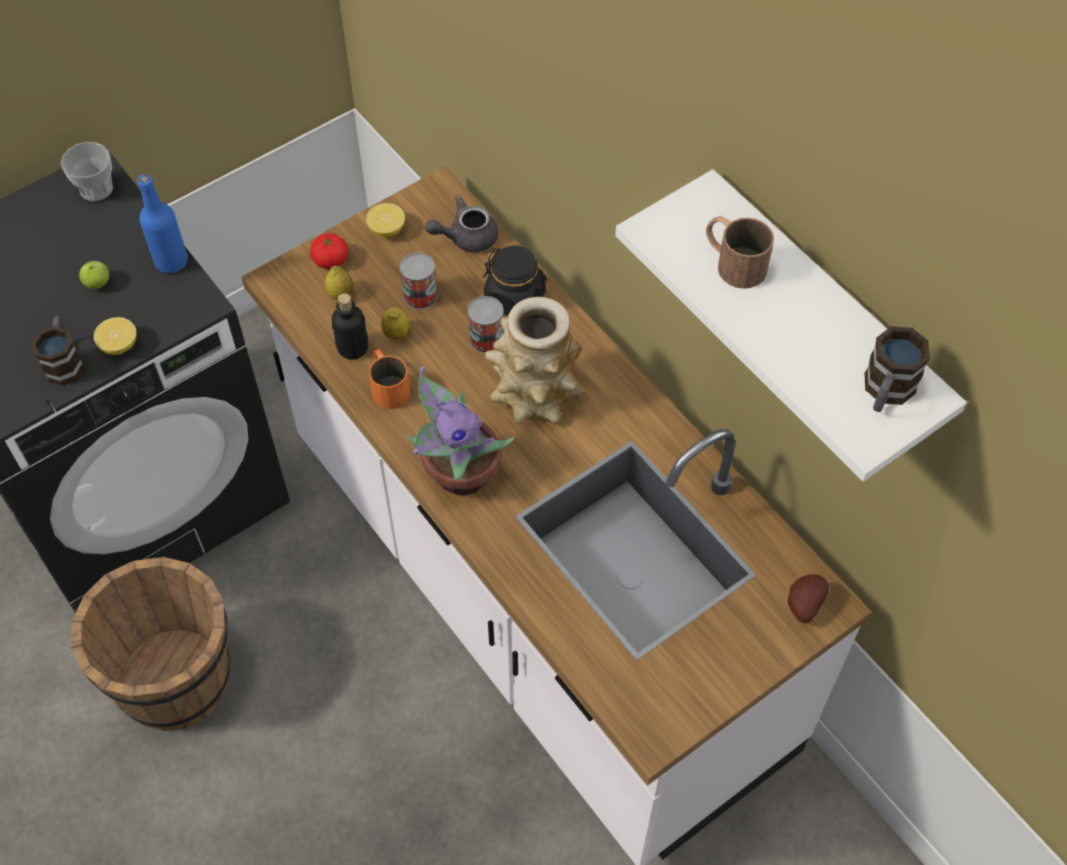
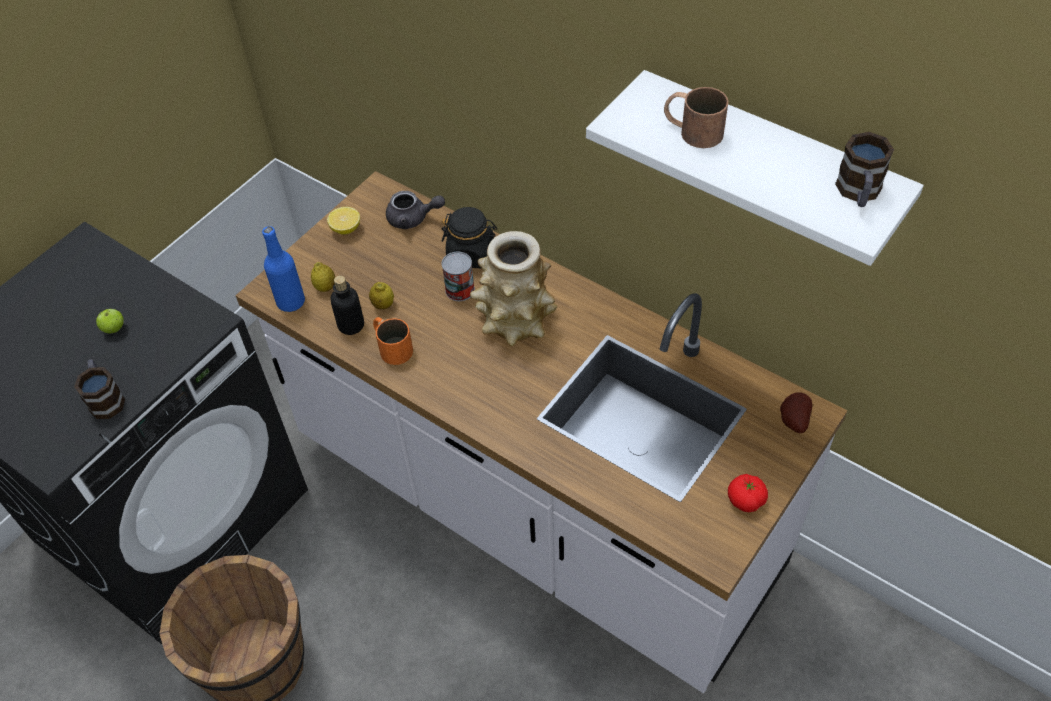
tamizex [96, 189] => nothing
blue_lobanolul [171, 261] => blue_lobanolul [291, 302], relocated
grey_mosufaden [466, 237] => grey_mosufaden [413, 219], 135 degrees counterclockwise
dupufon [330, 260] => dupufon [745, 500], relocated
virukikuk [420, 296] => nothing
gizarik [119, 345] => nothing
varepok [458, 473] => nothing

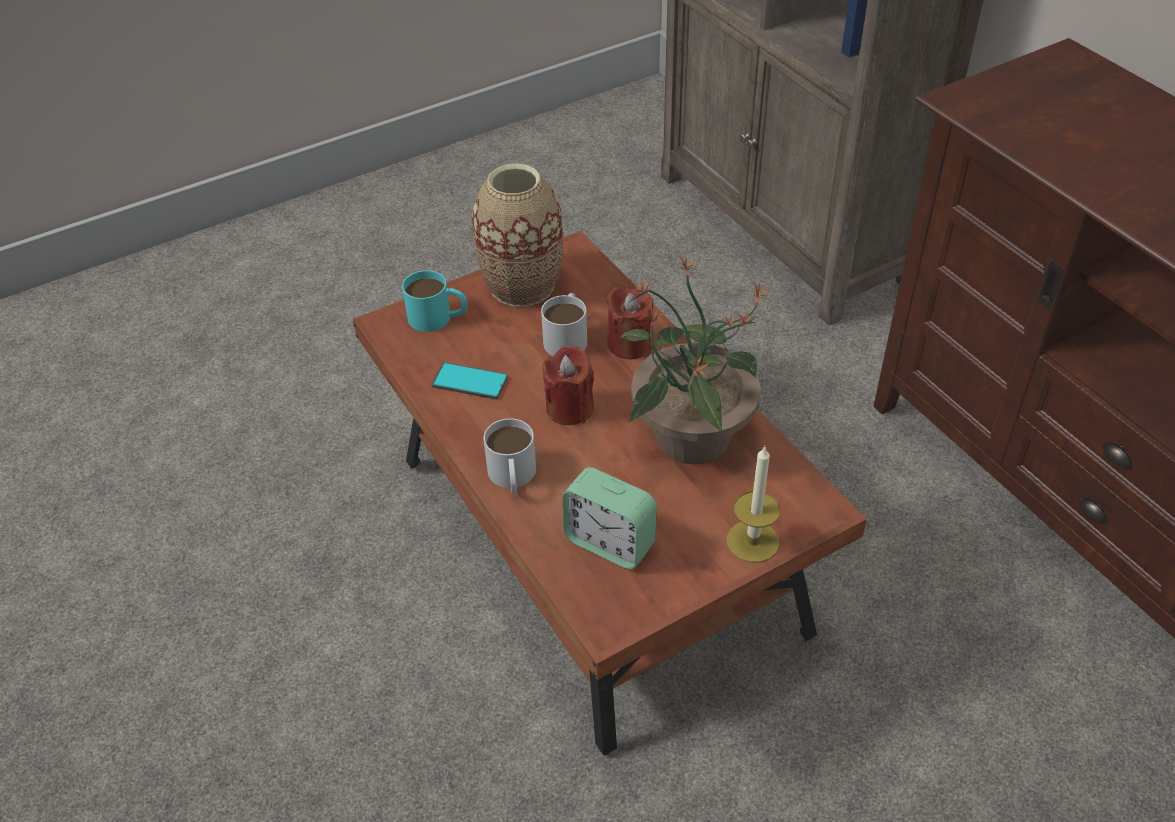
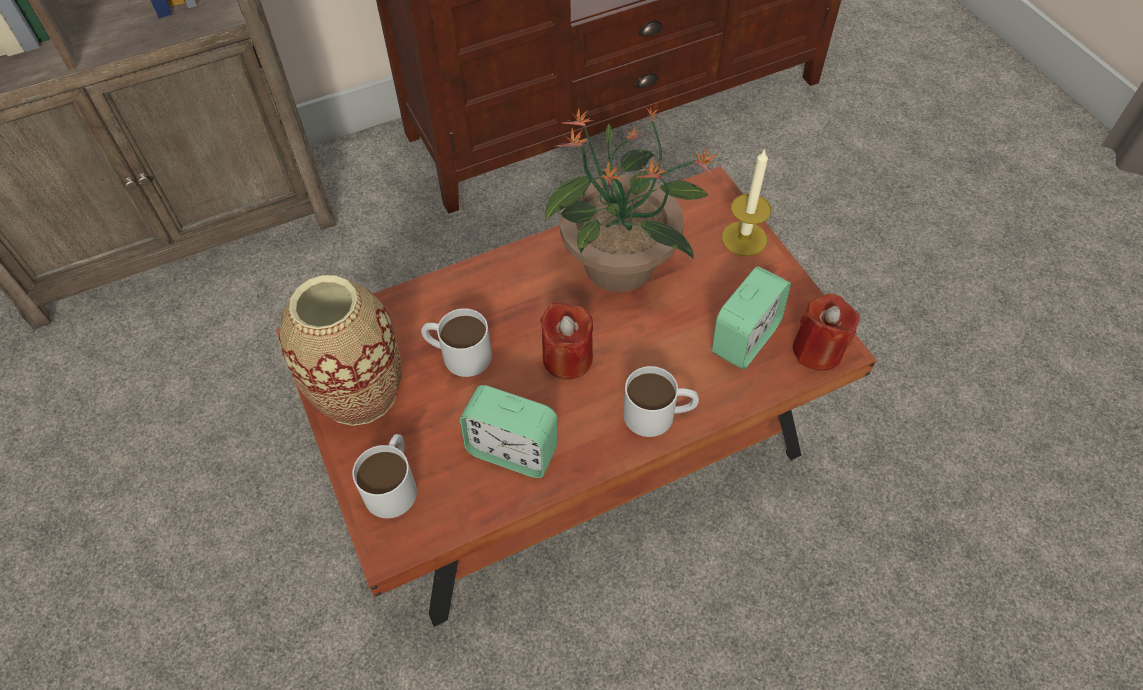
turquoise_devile [438, 318] => white_devile [394, 483]
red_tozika [630, 344] => red_tozika [817, 350], relocated
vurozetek [470, 382] => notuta [512, 450]

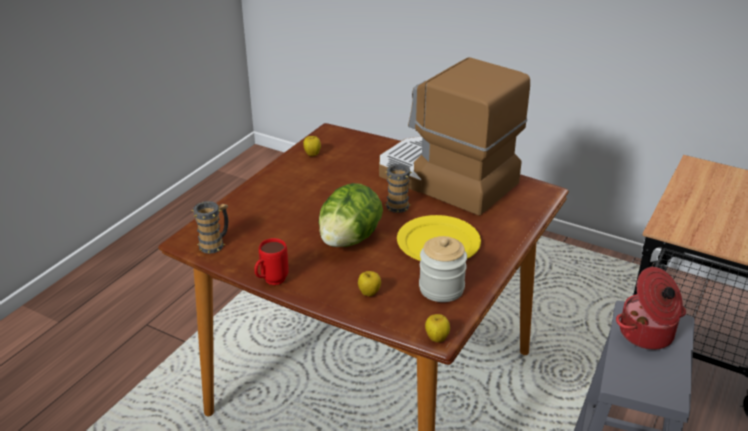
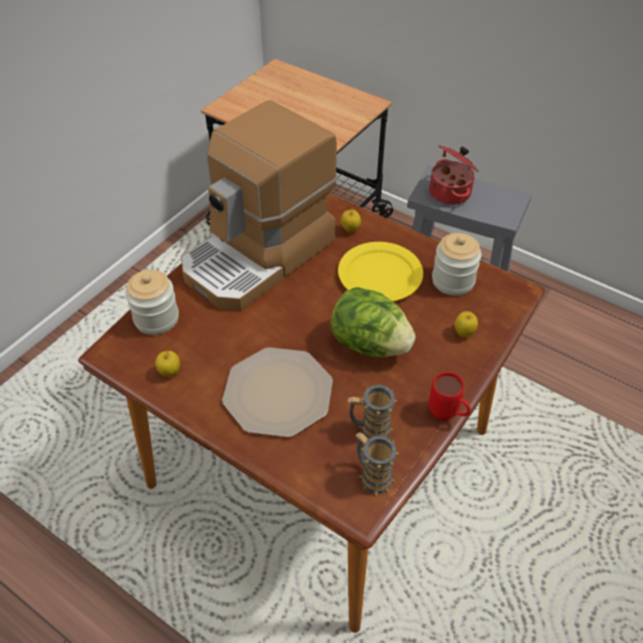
devile [397, 204] => devile [369, 428], relocated
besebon [437, 338] => besebon [350, 230], relocated
nothing => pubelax [156, 318]
nothing => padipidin [278, 393]

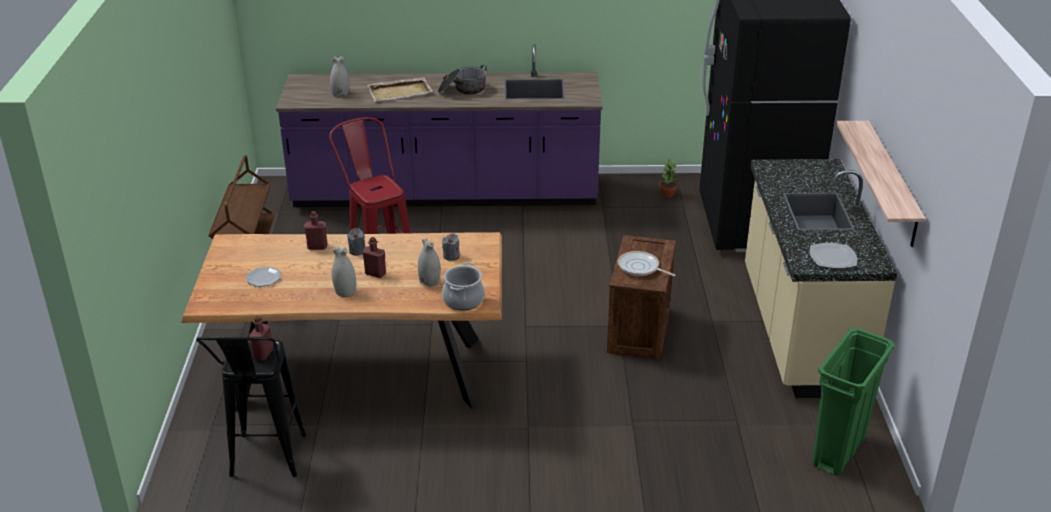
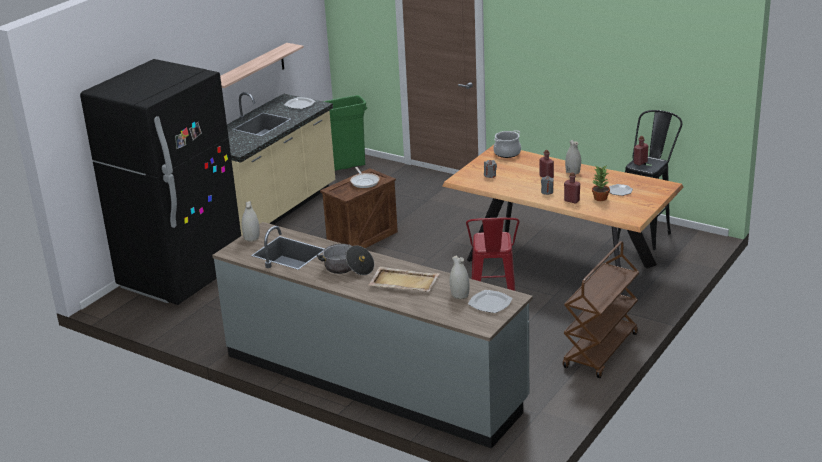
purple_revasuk [445, 195] => grey_revasuk [373, 379]
varepok [668, 194] => varepok [600, 198], relocated
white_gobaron [429, 282] => white_gobaron [251, 237], relocated
nothing => padipidin [490, 303]

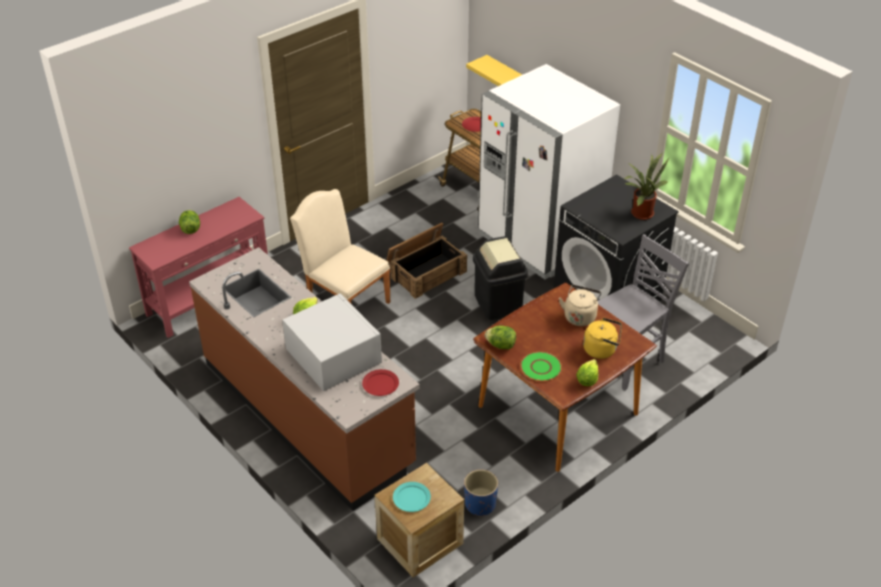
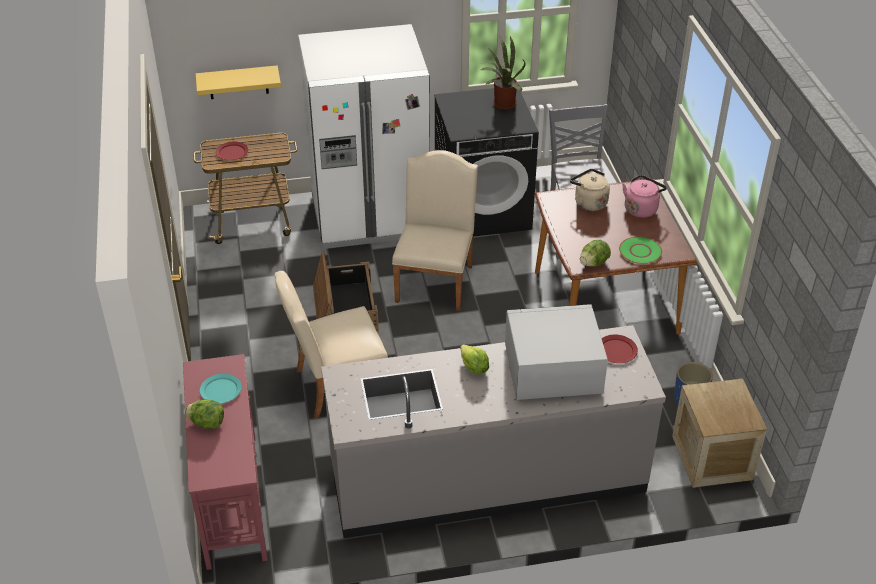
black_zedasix [498, 304] => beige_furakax [436, 279]
brown_revasuk [308, 413] => grey_revasuk [487, 477]
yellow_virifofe [602, 350] => pink_virifofe [641, 208]
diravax [587, 380] => nothing
turquoise_padipidin [411, 498] => turquoise_padipidin [221, 390], relocated

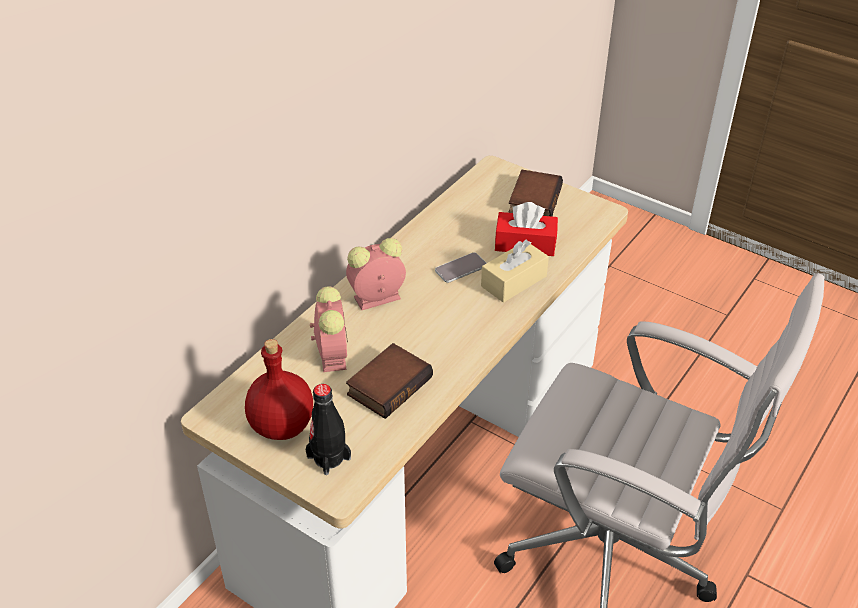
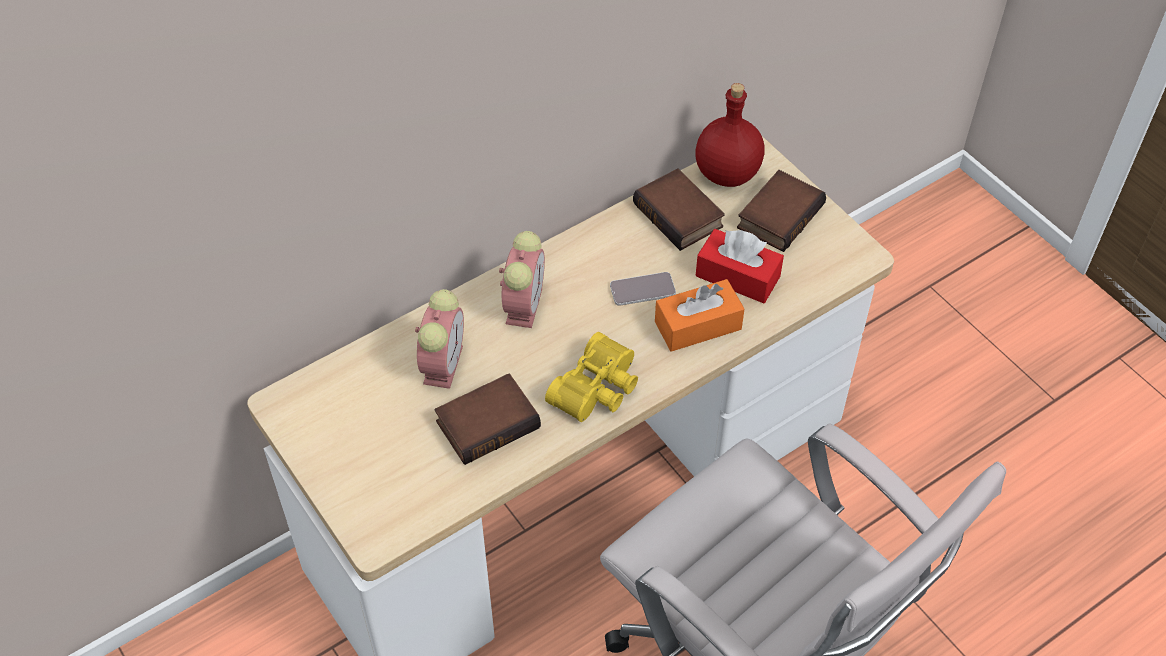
notuta [375, 299] => notuta [523, 304], 105 degrees clockwise
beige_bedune [513, 281] => orange_bedune [698, 325]
red_lobanolul [283, 426] => red_lobanolul [728, 174], relocated
black_lobanolul [328, 457] => nothing
nothing => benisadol [681, 215]
nothing => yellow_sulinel [598, 389]

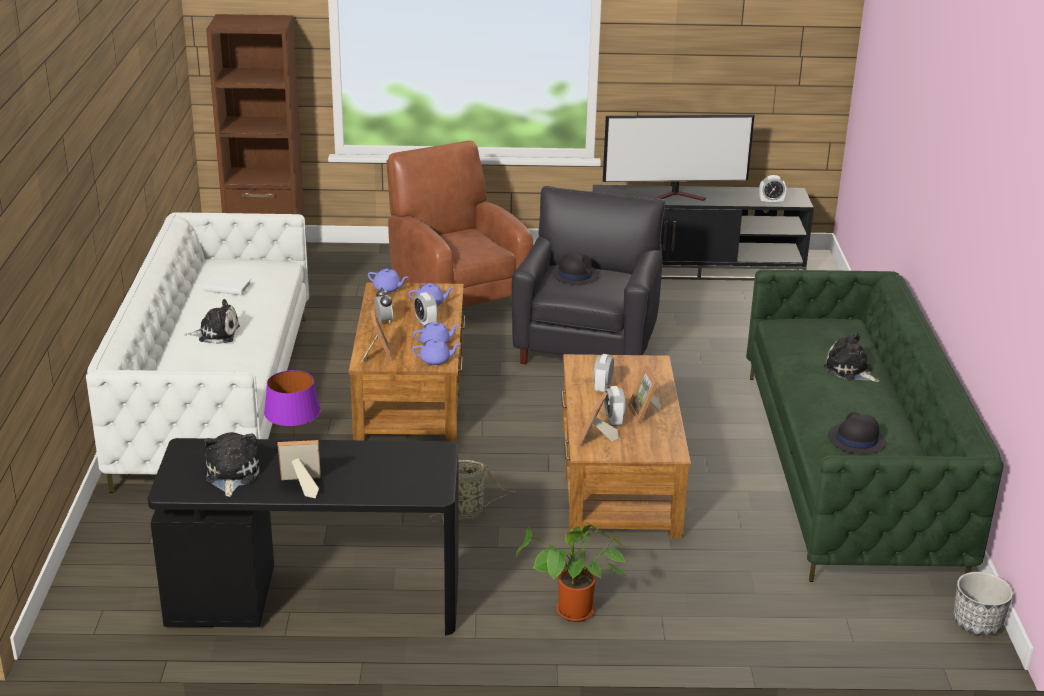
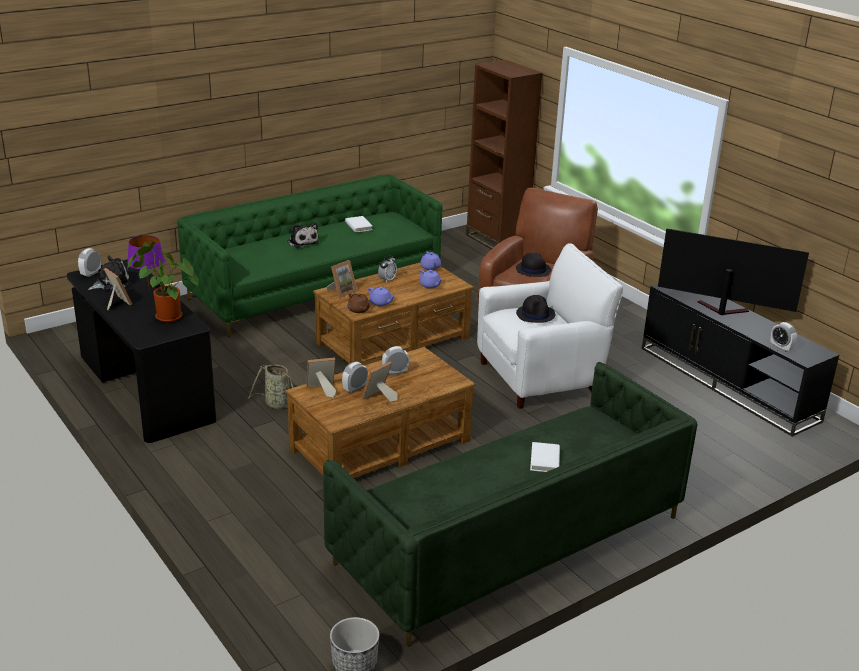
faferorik [678, 196] => faferorik [720, 310], 150 degrees clockwise
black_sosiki [587, 345] => white_sosiki [541, 378]
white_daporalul [217, 396] => green_daporalul [315, 288]
notuta [426, 324] => notuta [91, 273], relocated
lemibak [850, 370] => white_benisadol [545, 460]
purple_mosufaden [436, 360] => brown_mosufaden [359, 310]
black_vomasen [856, 439] => black_vomasen [533, 270], relocated
varepok [572, 614] => varepok [165, 317], relocated

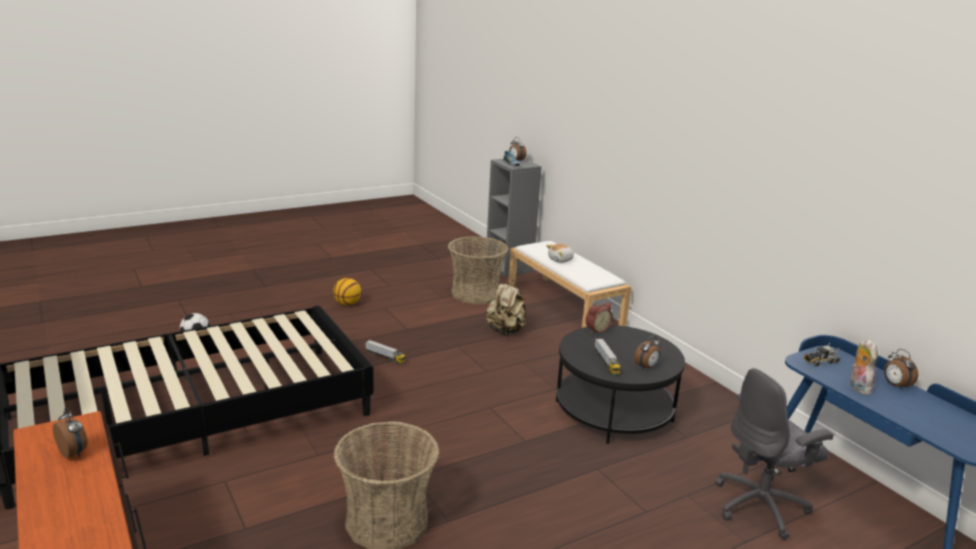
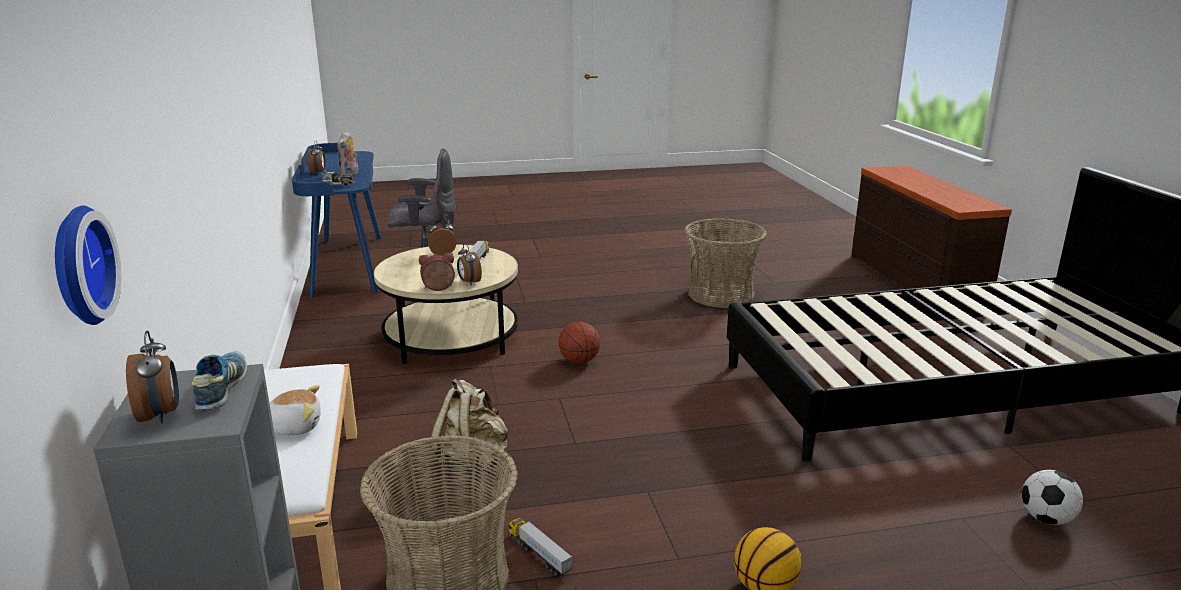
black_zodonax [613, 411] => beige_zodonax [451, 338]
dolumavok [385, 357] => dolumavok [539, 554], relocated
notuta [74, 453] => notuta [469, 282], relocated
nothing => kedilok [76, 266]
nothing => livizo [579, 361]

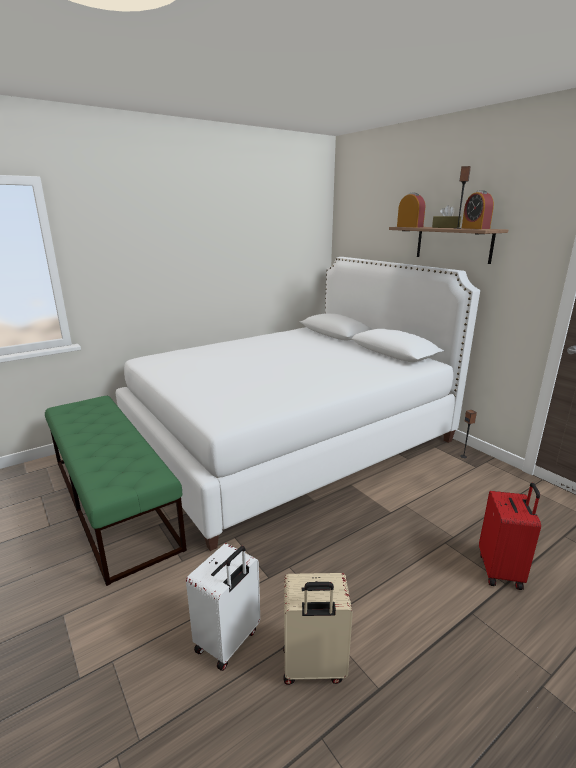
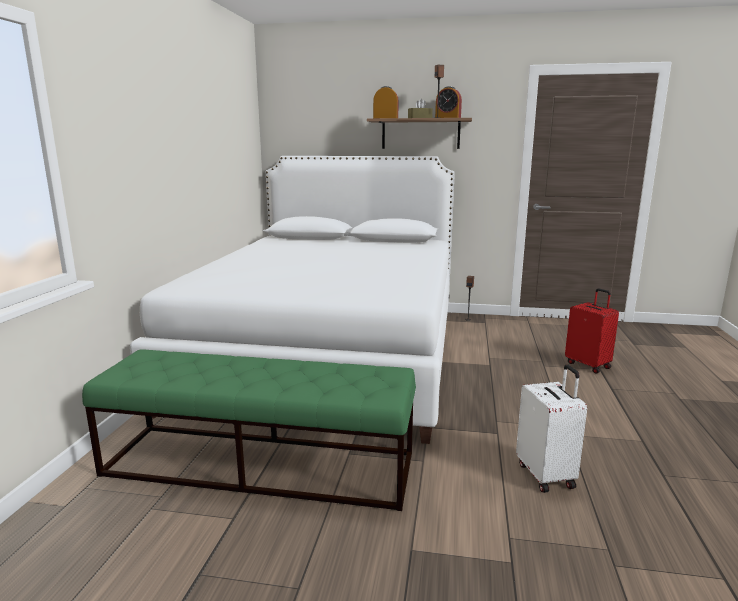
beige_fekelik [313, 667] => nothing

